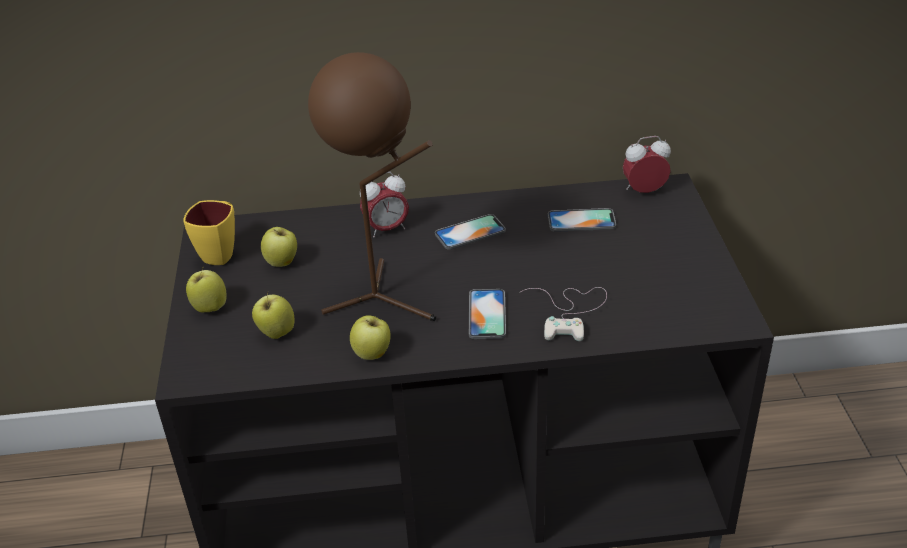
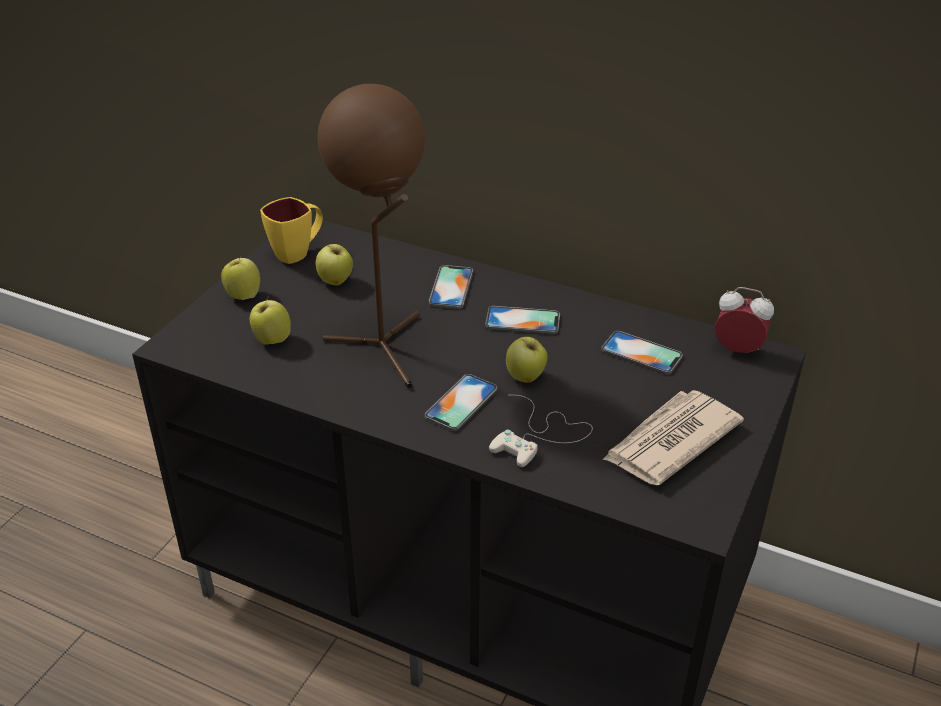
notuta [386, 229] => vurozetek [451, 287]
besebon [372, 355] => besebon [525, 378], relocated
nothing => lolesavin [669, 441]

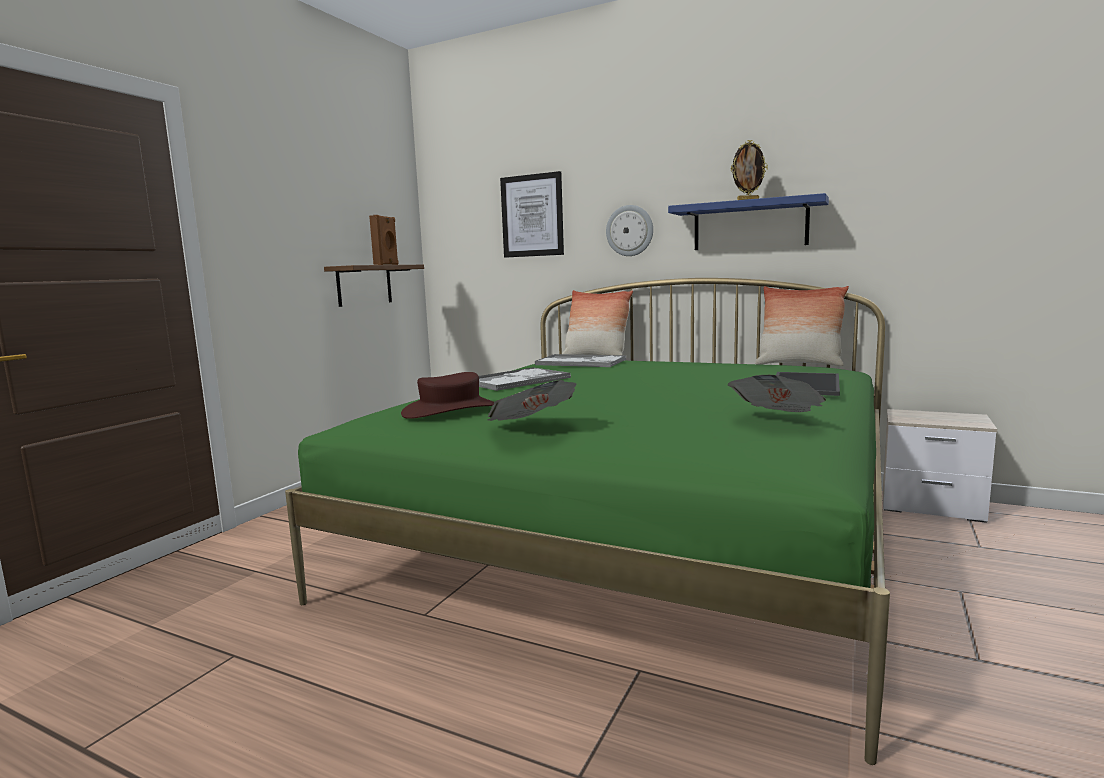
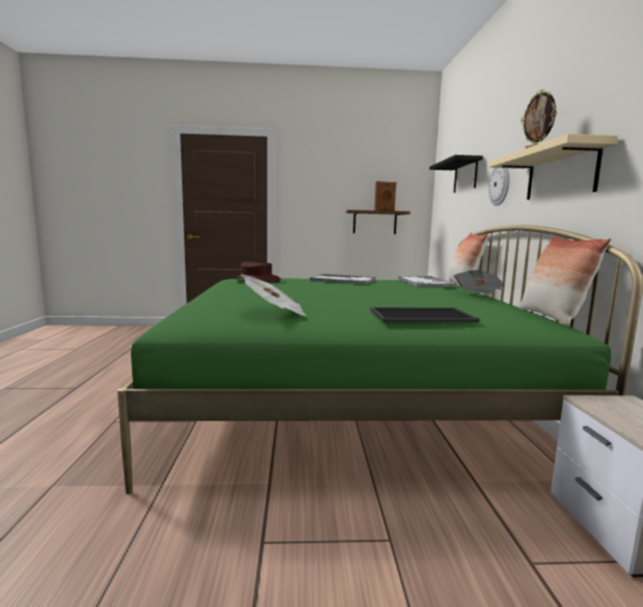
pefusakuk [532, 216] => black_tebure [465, 176]
blue_tebure [750, 225] => beige_tebure [560, 174]
lolesavin [532, 427] => lolesavin [478, 296], relocated

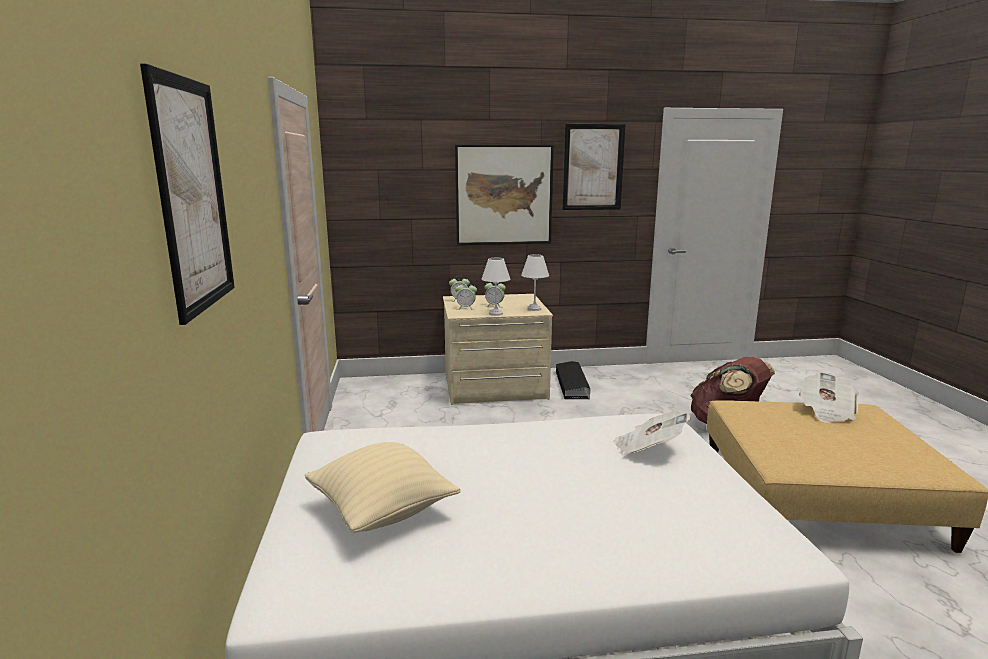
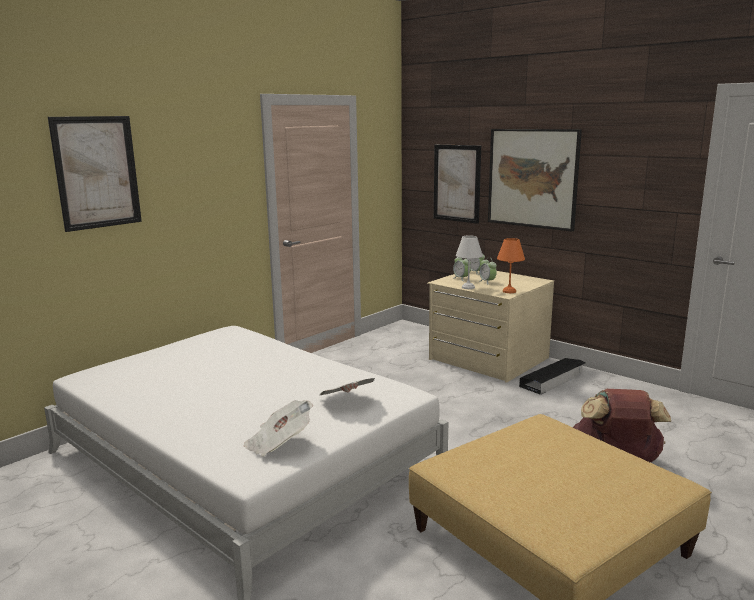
pefusakuk [593, 167] => pefusakuk [456, 183], relocated
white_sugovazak [534, 309] => orange_sugovazak [509, 291]
lolesavin [826, 412] => lolesavin [279, 444], relocated
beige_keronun [382, 512] => nothing

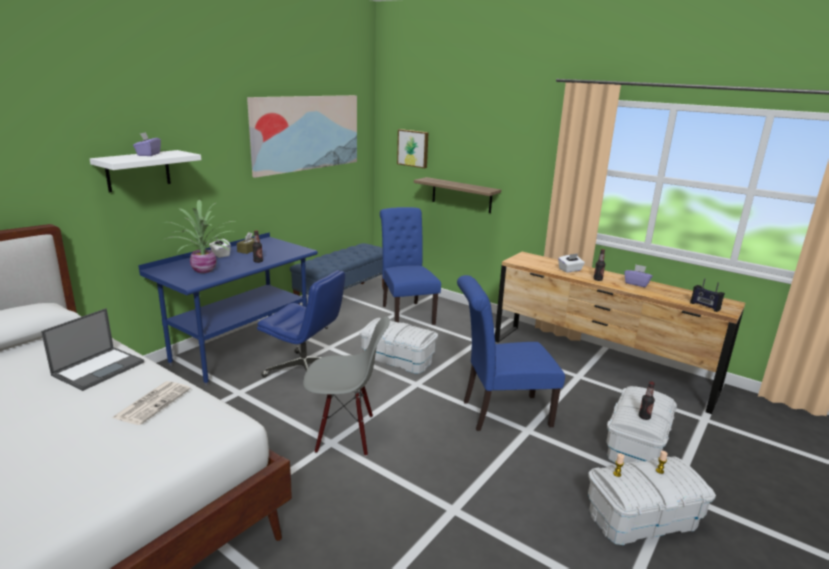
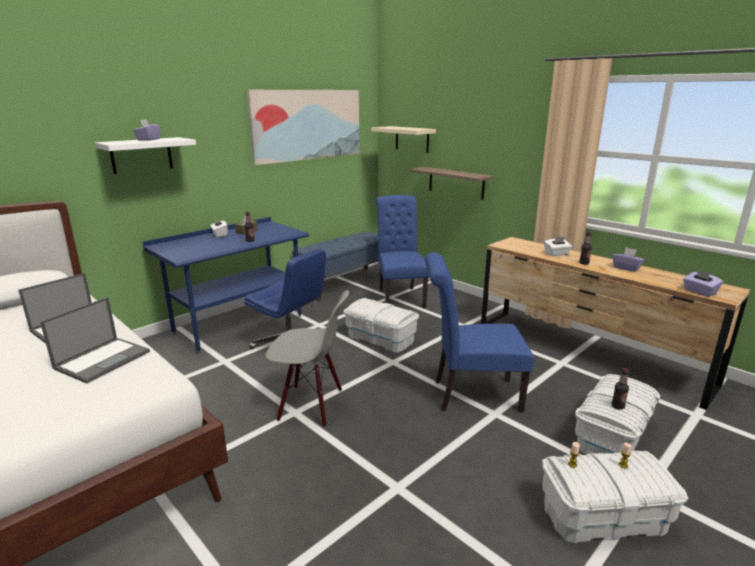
pefusakuk [413, 148] => beige_tebure [412, 139]
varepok [205, 270] => nothing
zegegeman [704, 306] => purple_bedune [699, 292]
lolesavin [153, 402] => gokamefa [103, 359]

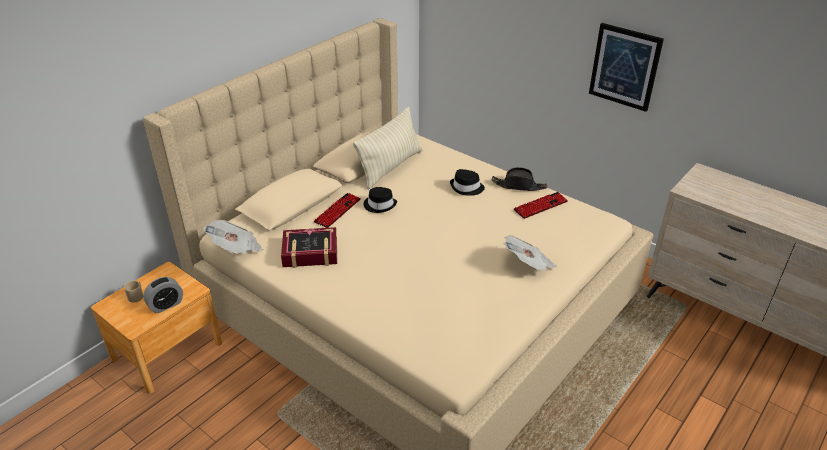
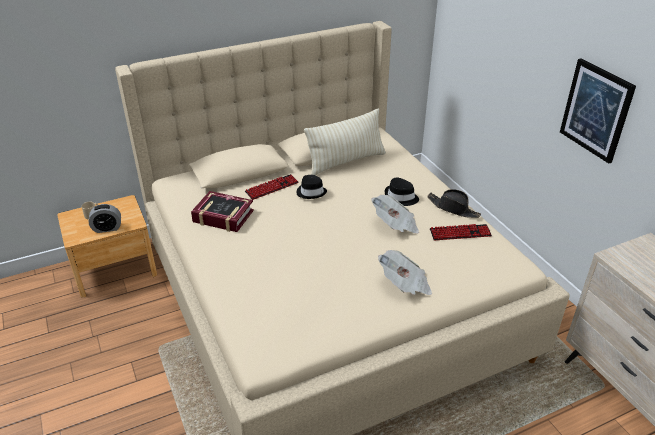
lolesavin [236, 249] => lolesavin [395, 225], relocated

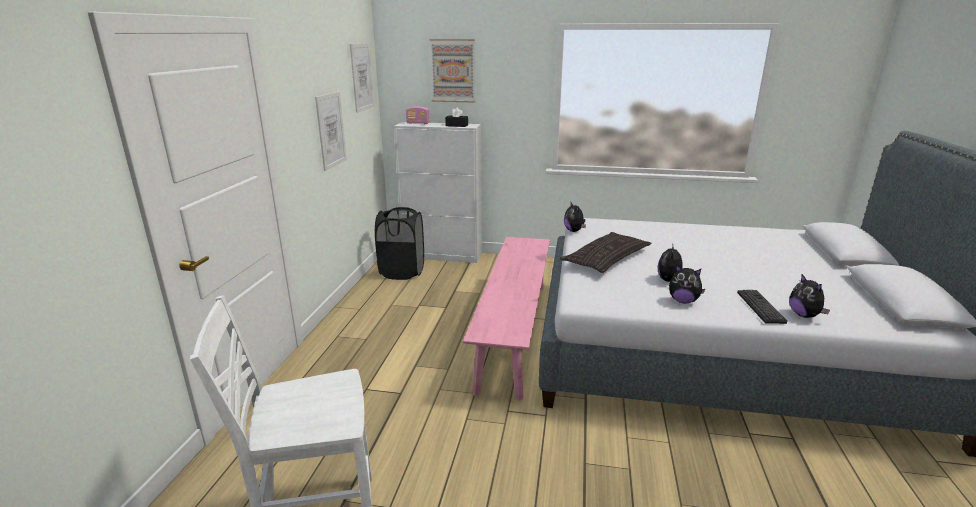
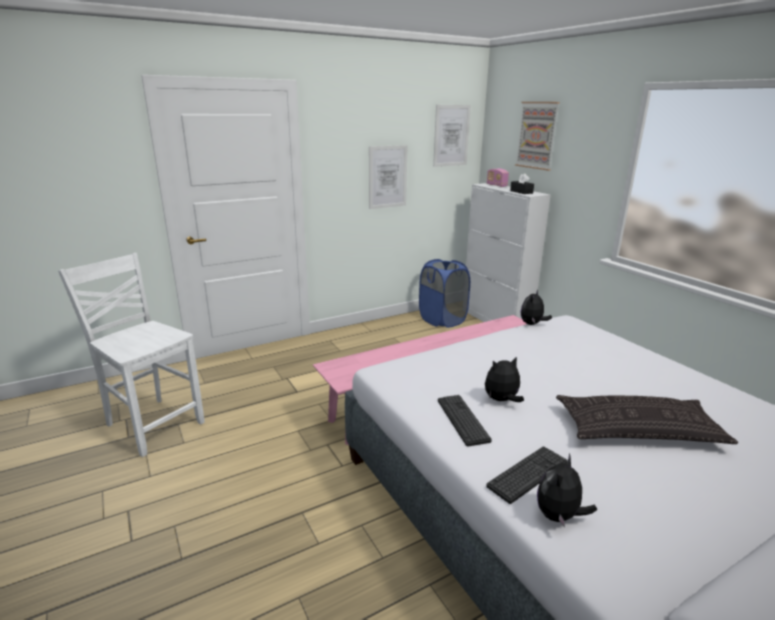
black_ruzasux [402, 272] => blue_ruzasux [442, 320]
keronun [606, 258] => keronun [638, 429], relocated
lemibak [683, 301] => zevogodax [462, 420]

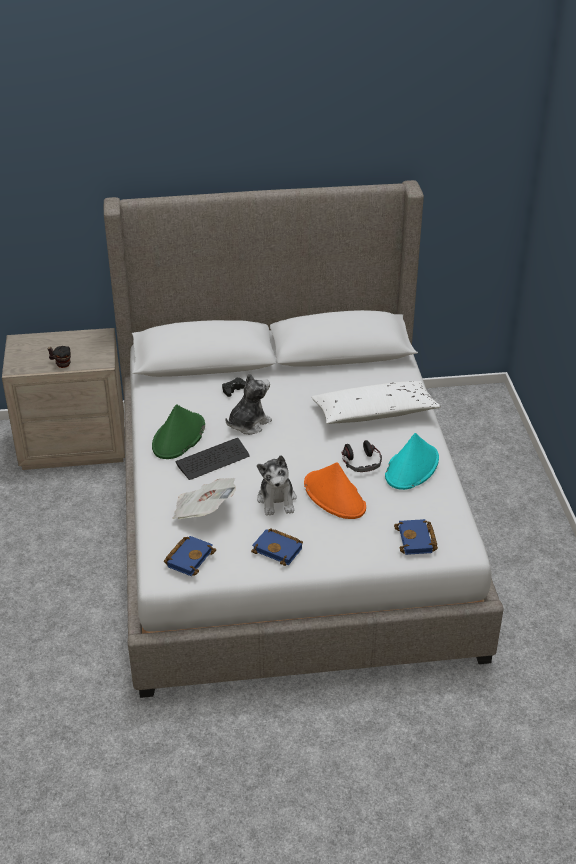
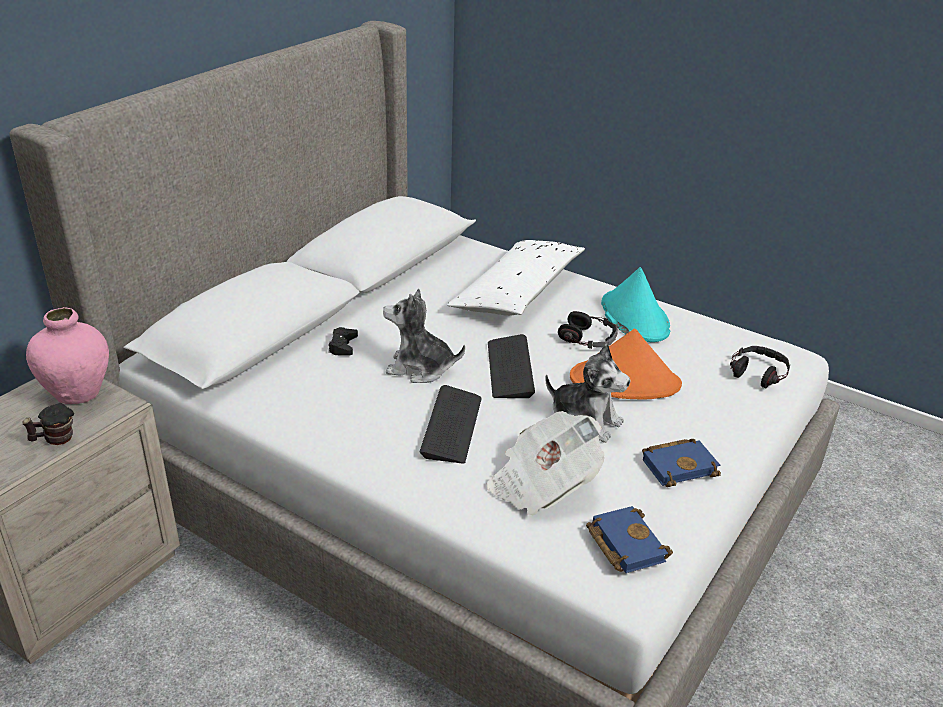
lemibak [248, 423] => lemibak [420, 368], 75 degrees counterclockwise
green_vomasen [178, 437] => nothing
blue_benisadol [417, 540] => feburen [758, 372]
nothing => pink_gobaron [78, 394]
nothing => zevogodax [510, 368]

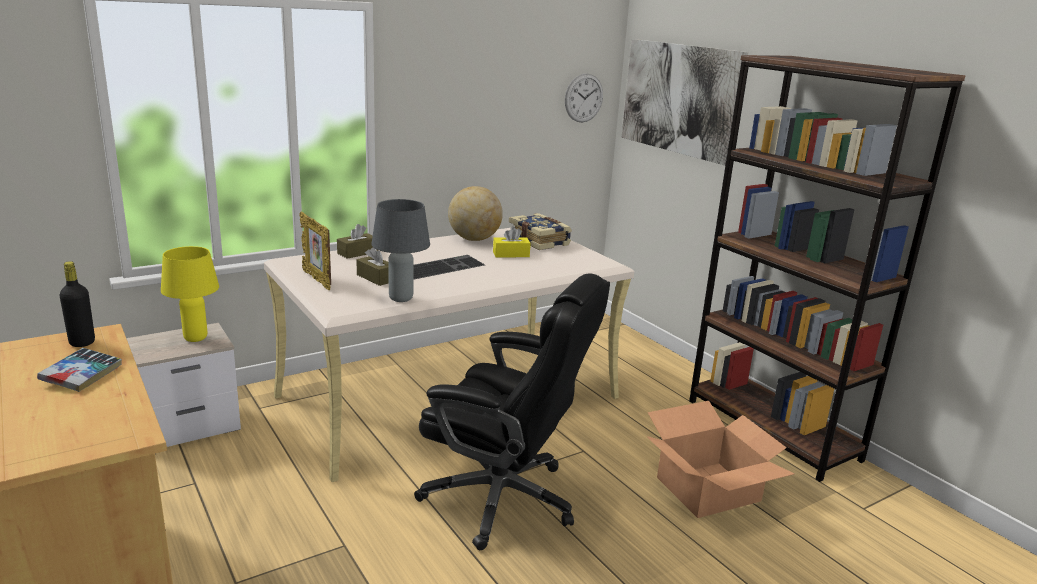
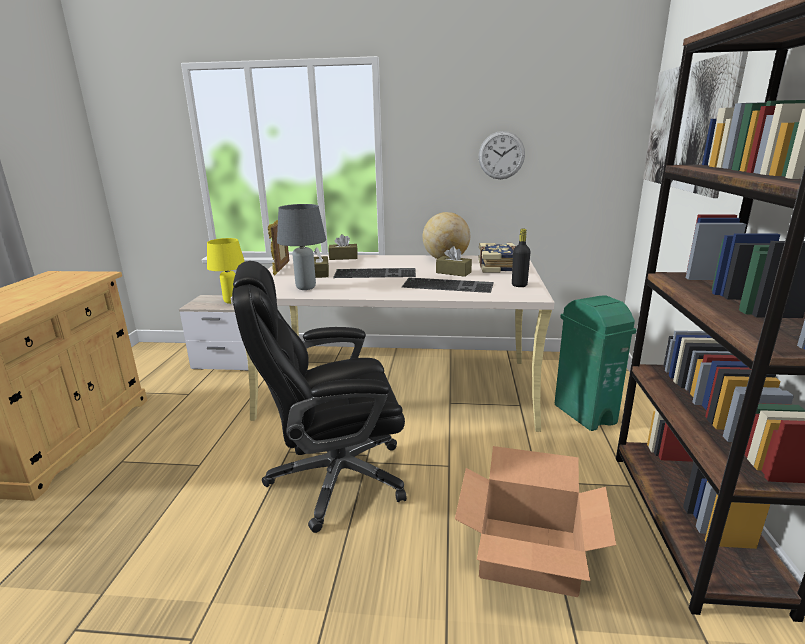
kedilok [584, 98] => kedilok [501, 155], relocated
yellow_bedune [511, 254] => brown_bedune [453, 272]
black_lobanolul [82, 342] => black_lobanolul [519, 285], relocated
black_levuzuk [503, 499] => black_levuzuk [334, 478], 105 degrees clockwise
benisadol [82, 375] => nothing
nothing => zevogodax [448, 285]
nothing => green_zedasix [584, 414]

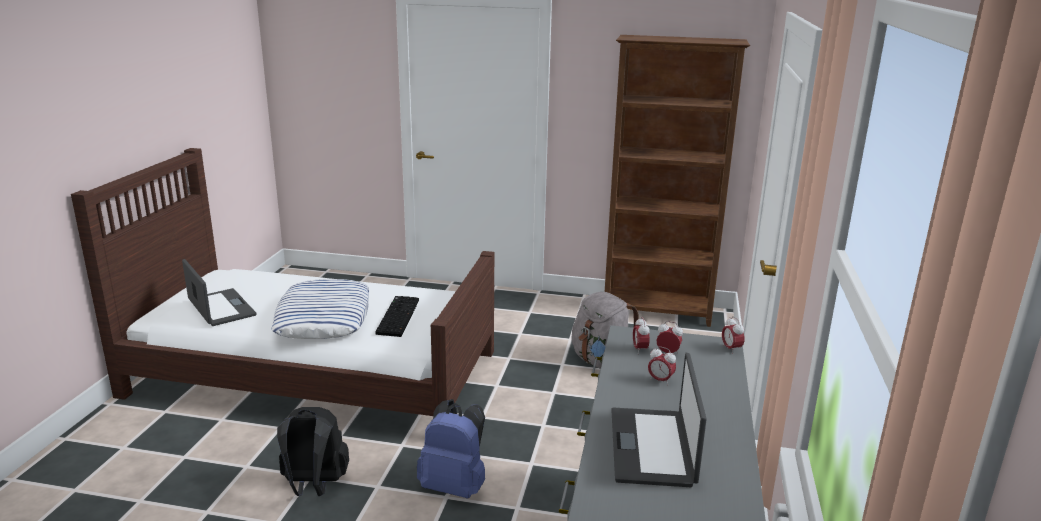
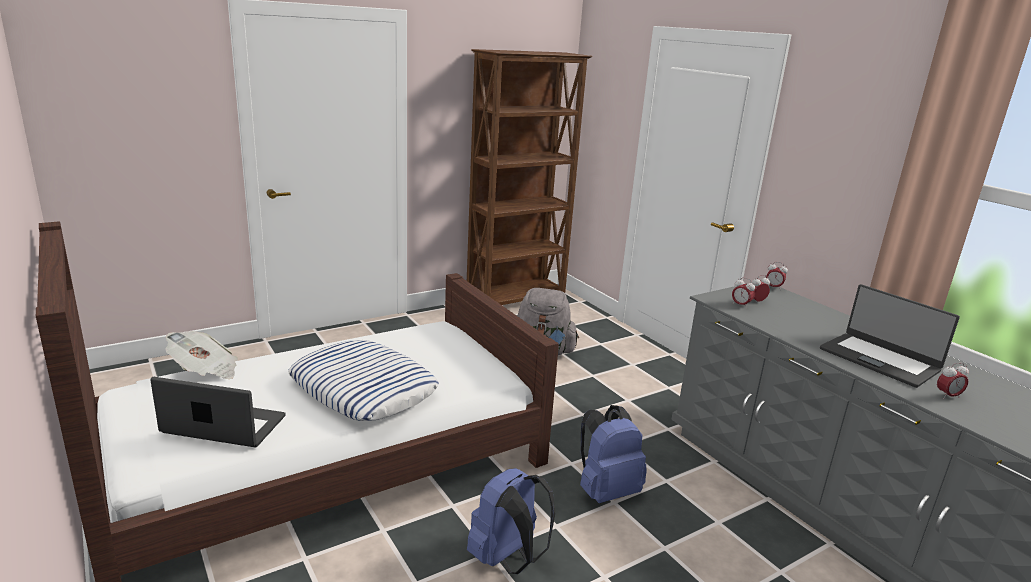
zevogodax [397, 316] => nothing
notuta [660, 380] => notuta [947, 396], relocated
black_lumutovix [314, 486] => blue_lumutovix [508, 558]
nothing => lolesavin [205, 371]

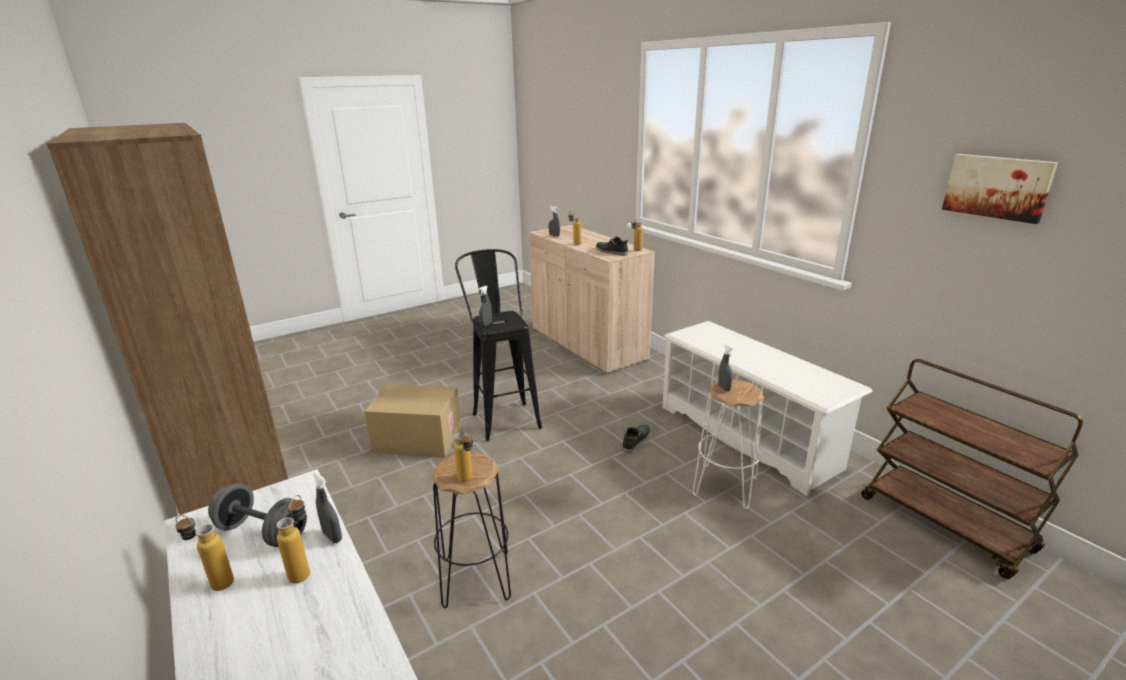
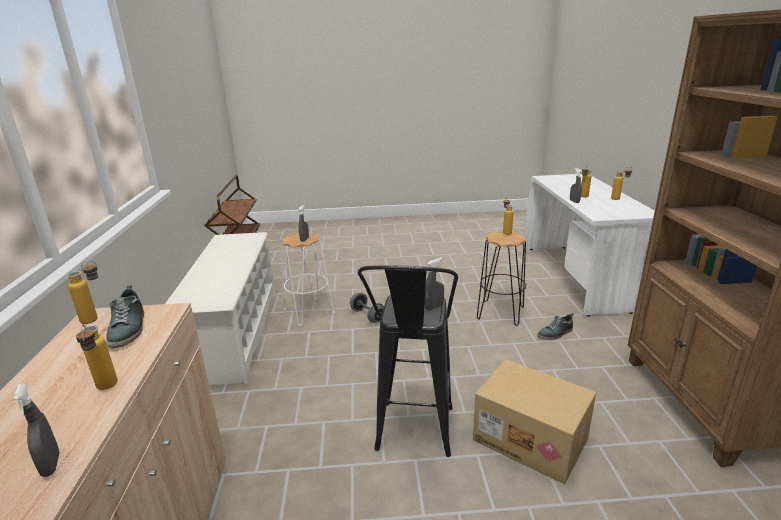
pefusakuk [997, 187] => nothing
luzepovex [635, 441] => luzepovex [555, 333], relocated
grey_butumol [262, 532] => grey_butumol [367, 316], relocated

